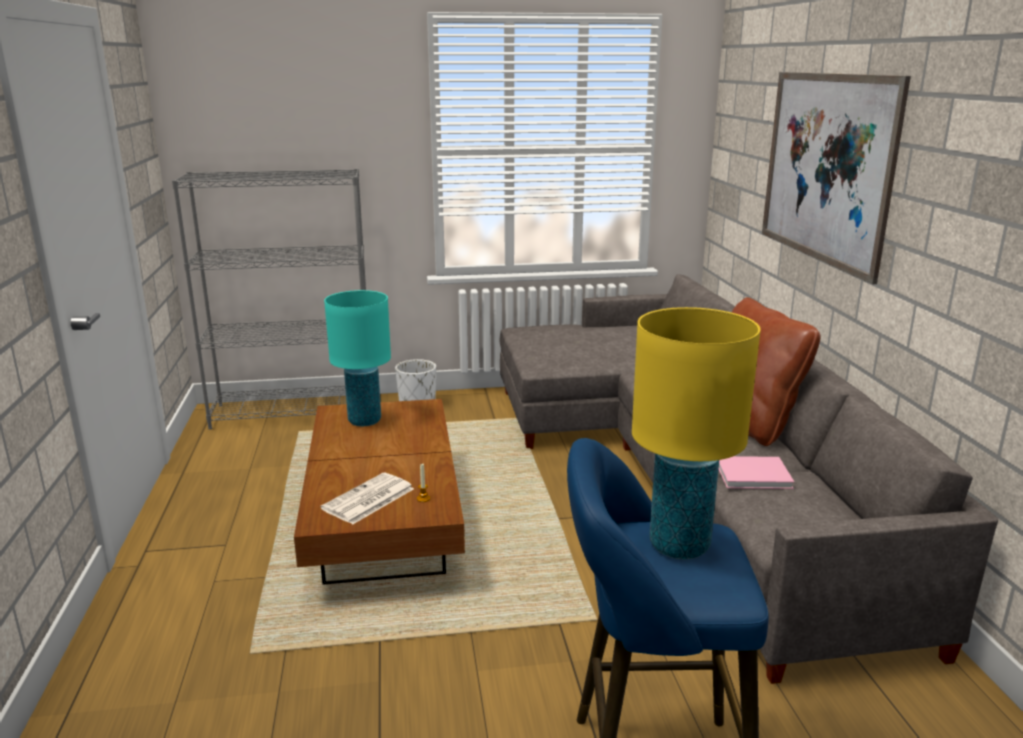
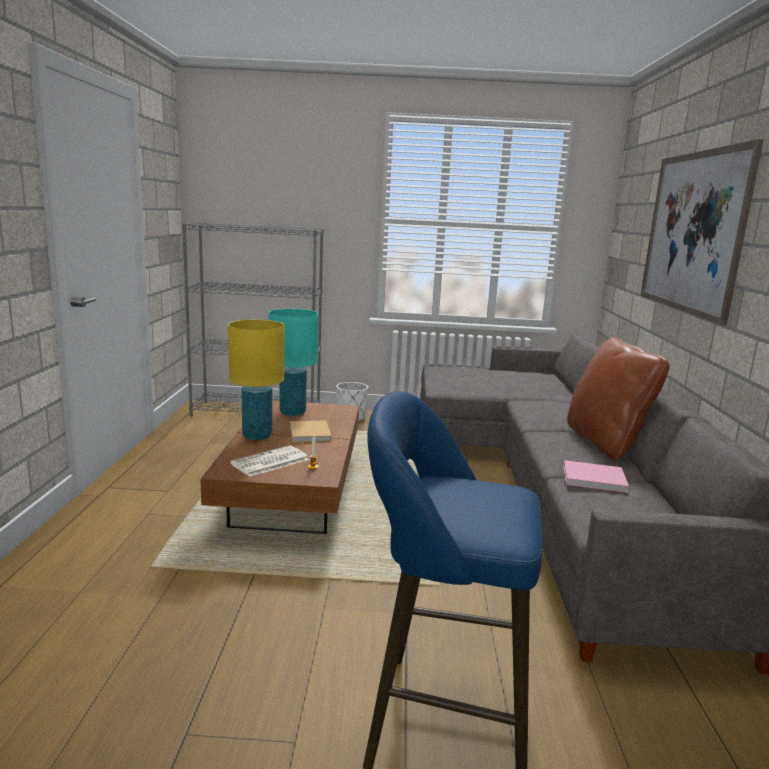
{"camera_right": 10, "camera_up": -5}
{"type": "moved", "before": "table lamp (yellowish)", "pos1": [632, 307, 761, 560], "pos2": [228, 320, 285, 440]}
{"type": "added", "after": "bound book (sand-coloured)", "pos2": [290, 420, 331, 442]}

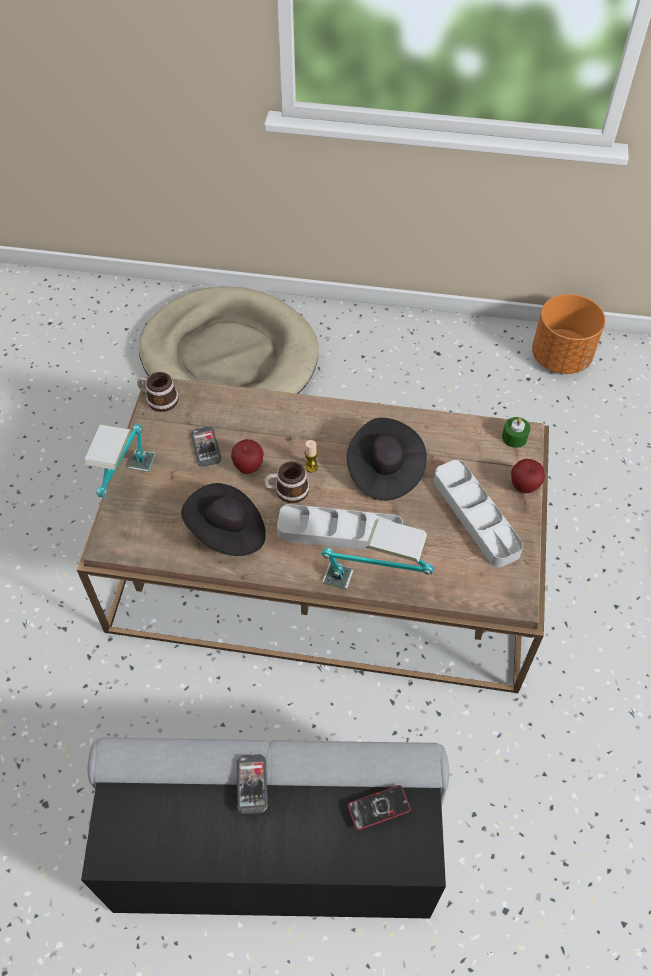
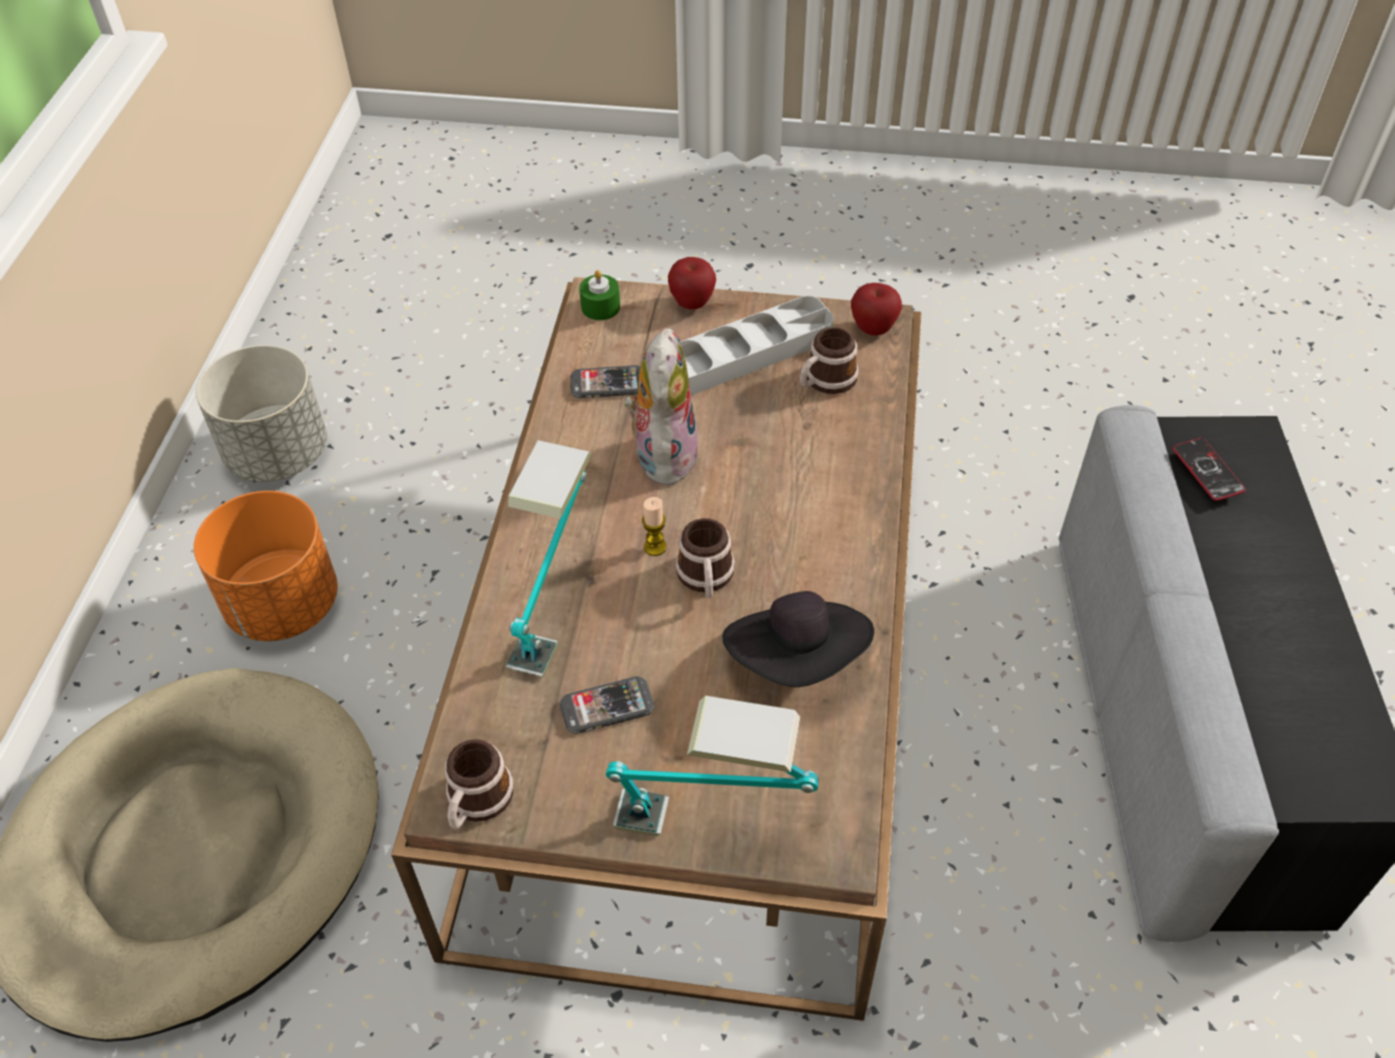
{"camera_right": -90, "camera_up": -5}
{"type": "moved", "before": "apple fruit", "pos1": [231, 439, 264, 474], "pos2": [851, 283, 902, 335]}
{"type": "moved", "before": "telephone", "pos1": [237, 754, 268, 814], "pos2": [570, 365, 641, 399]}
{"type": "removed", "before": "tray (gray)", "pos1": [277, 504, 403, 551]}
{"type": "moved", "before": "table lamp", "pos1": [322, 518, 434, 590], "pos2": [506, 440, 592, 677]}
{"type": "replaced", "before": "wearable hat (blackish)", "after": "plush toy", "pos1": [347, 418, 427, 501], "pos2": [624, 328, 699, 488]}
{"type": "moved", "before": "flower pot (orange-coloured)", "pos1": [532, 294, 605, 374], "pos2": [194, 491, 338, 641]}
{"type": "added", "after": "flower pot (gray)", "pos2": [196, 345, 327, 482]}
{"type": "added", "after": "coffee mug", "pos2": [800, 327, 858, 394]}

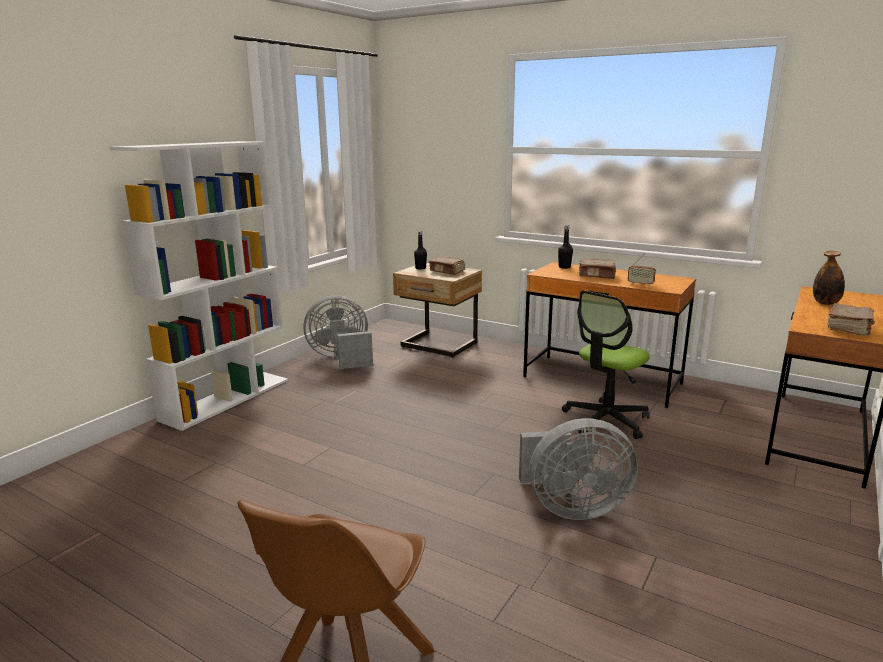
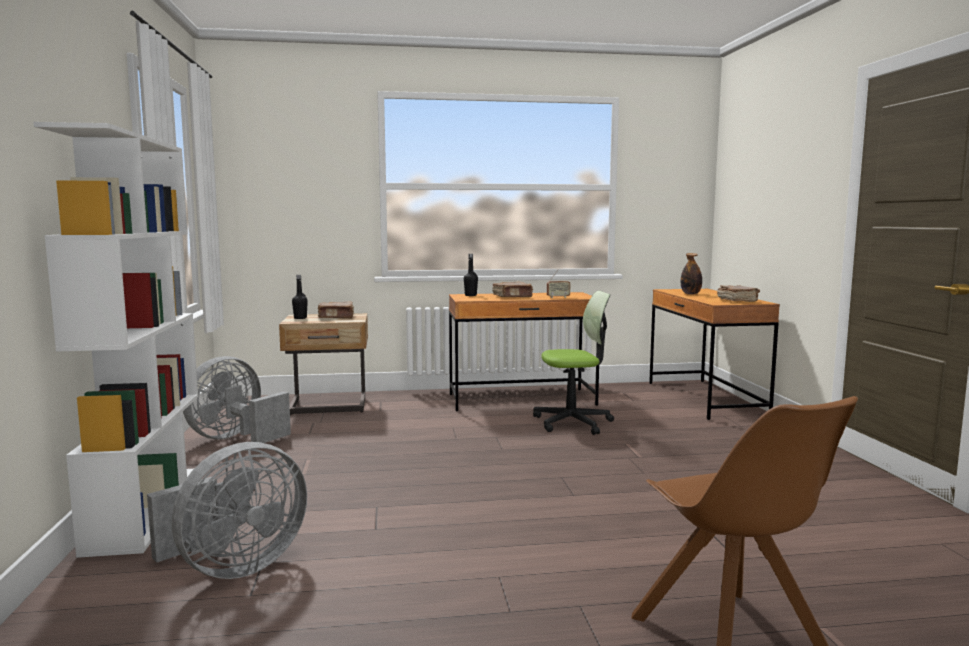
{"camera_right": -40, "camera_up": -10}
{"type": "moved", "before": "fan (gray)", "pos1": [519, 418, 638, 520], "pos2": [147, 442, 307, 579]}
{"type": "turned", "before": "computer chair", "pos1": [562, 290, 650, 439], "pos2": [533, 291, 614, 435], "turn": -105}

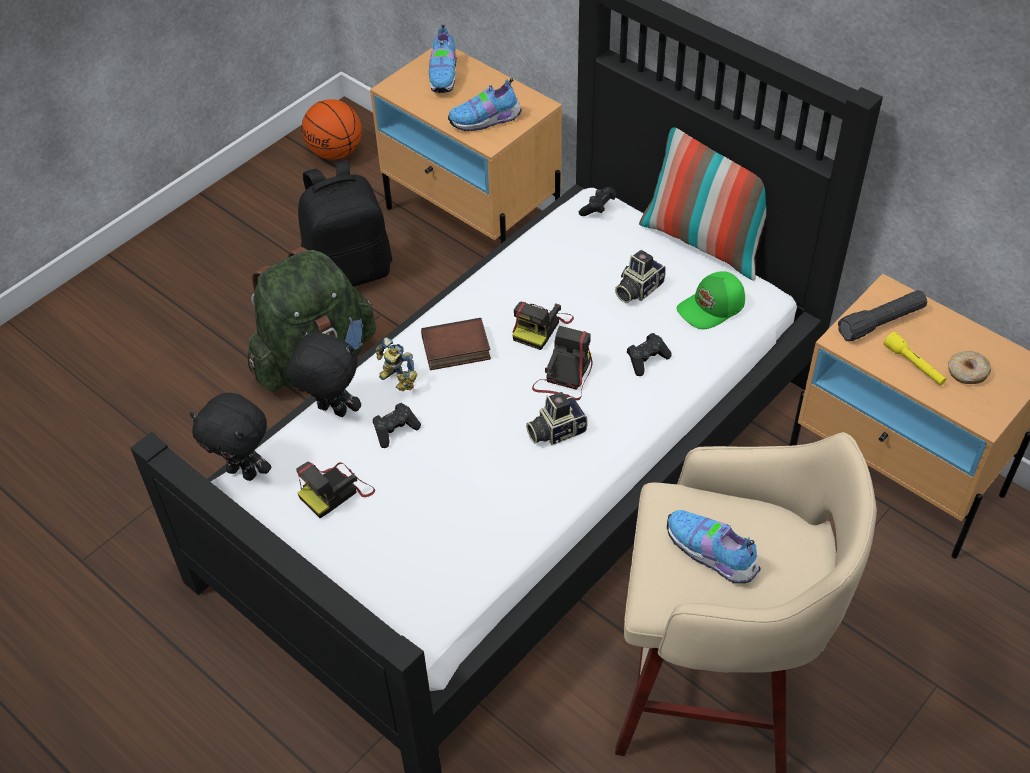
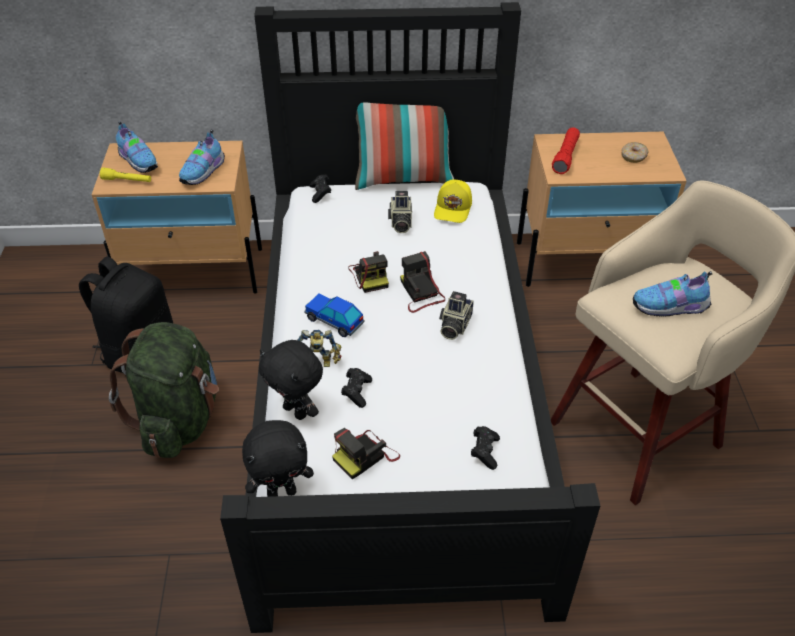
{"camera_right": -45, "camera_up": -5}
{"type": "turned", "before": "plush toy (blackish)", "pos1": [288, 330, 361, 417], "pos2": [259, 340, 323, 420], "turn": -120}
{"type": "turned", "before": "photo camera", "pos1": [296, 462, 375, 518], "pos2": [332, 428, 400, 480], "turn": 45}
{"type": "removed", "before": "basketball", "pos1": [302, 99, 362, 159]}
{"type": "replaced", "before": "bound book", "after": "miniature car", "pos1": [421, 318, 491, 370], "pos2": [304, 294, 365, 337]}
{"type": "moved", "before": "joypad (blackish)", "pos1": [627, 333, 672, 376], "pos2": [471, 426, 500, 470]}
{"type": "recoloured", "before": "baseball cap (greenish)", "after": "baseball cap (yellowish)", "pos1": [676, 271, 745, 329], "pos2": [434, 180, 472, 223]}
{"type": "recoloured", "before": "torch (blackish)", "after": "torch (red)", "pos1": [838, 290, 927, 341], "pos2": [552, 127, 580, 174]}
{"type": "moved", "before": "torch (yellowish)", "pos1": [884, 332, 946, 386], "pos2": [100, 168, 151, 182]}

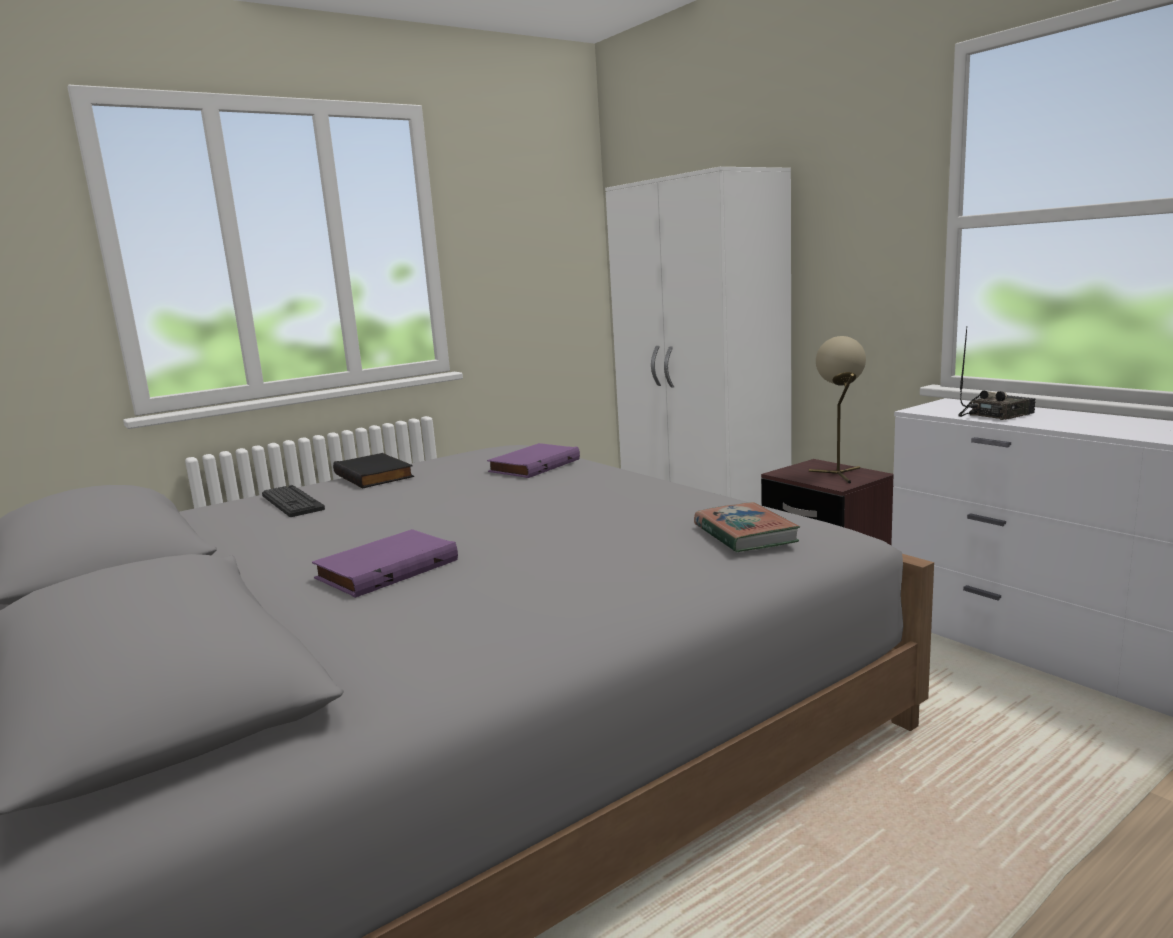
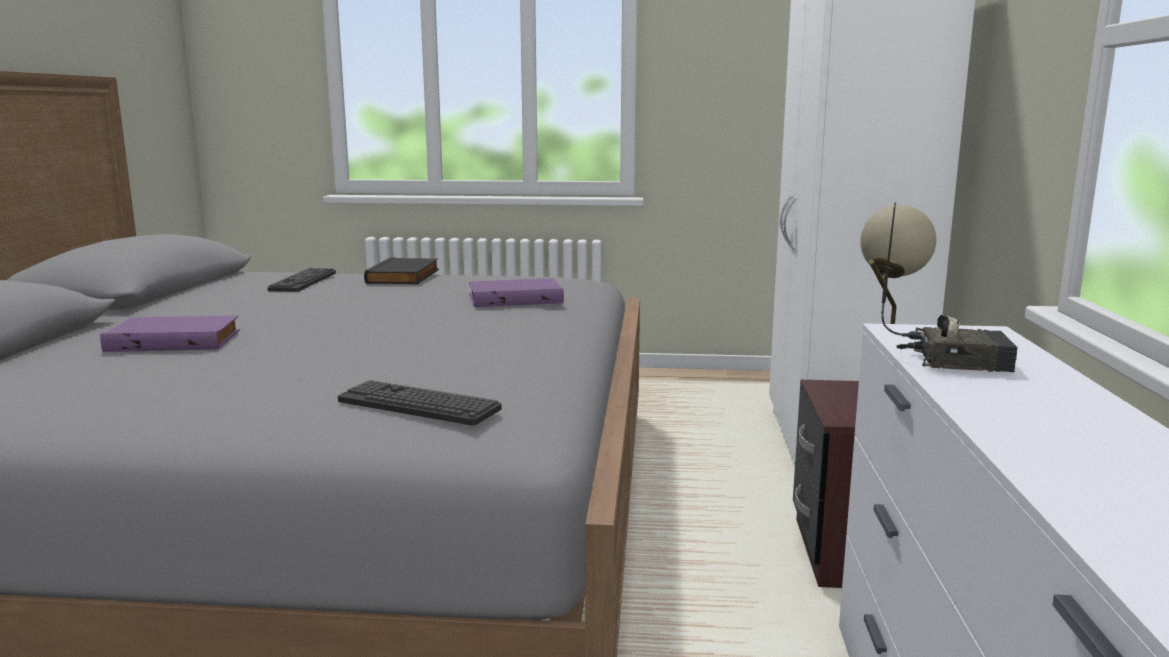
{"camera_right": 40, "camera_up": 0}
{"type": "replaced", "before": "bound book", "after": "keyboard", "pos1": [694, 502, 800, 553], "pos2": [338, 380, 501, 426]}

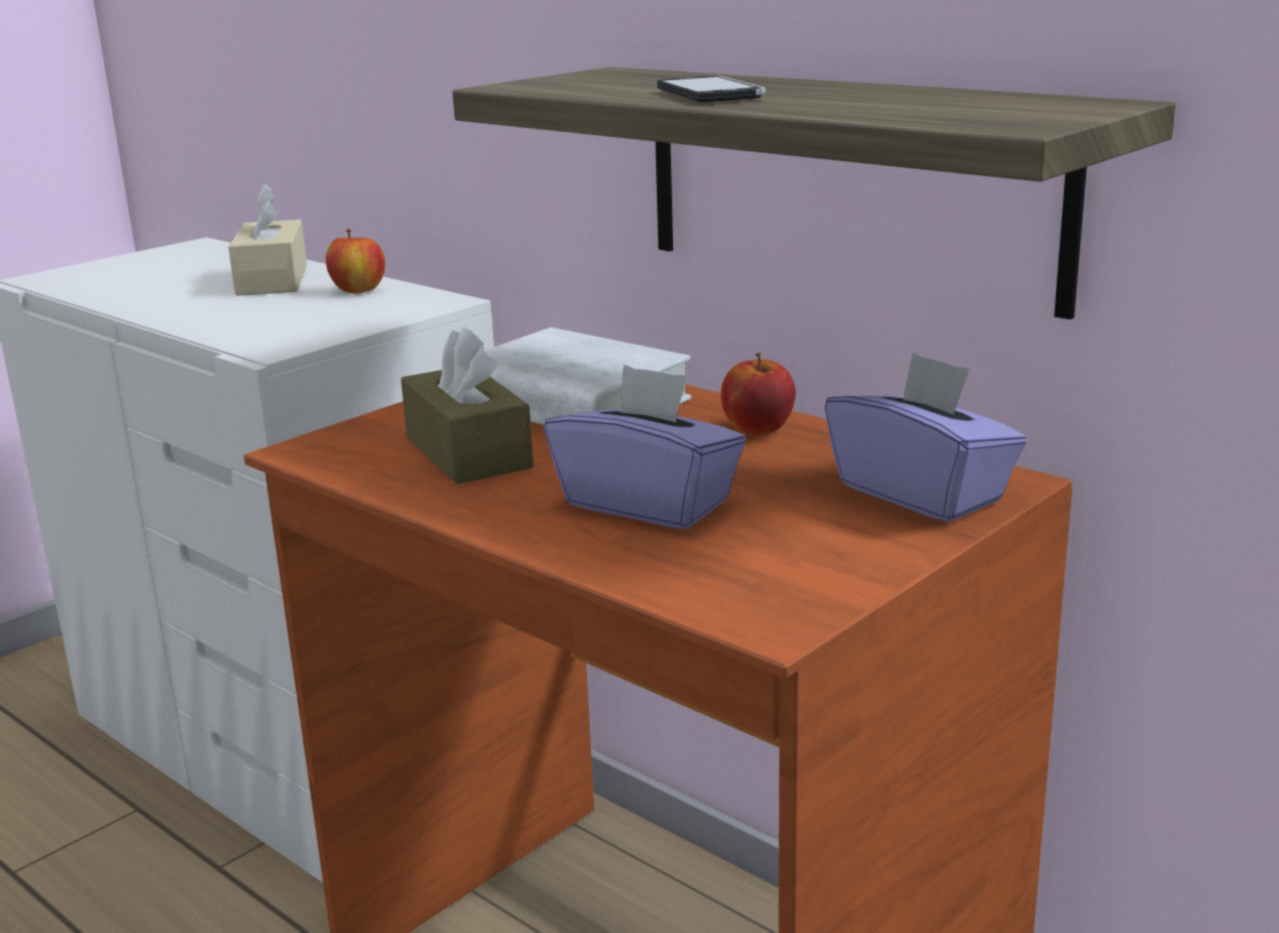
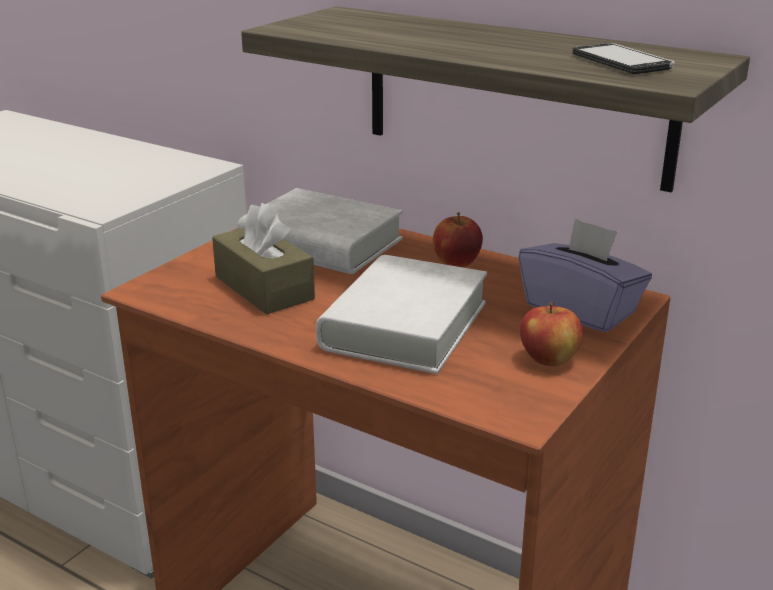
{"camera_right": -10, "camera_up": 5}
{"type": "removed", "before": "box of tissues (sand-coloured)", "pos1": [228, 184, 307, 296]}
{"type": "moved", "before": "apple fruit", "pos1": [326, 229, 385, 293], "pos2": [520, 302, 583, 366]}
{"type": "replaced", "before": "box of tissues (purple)", "after": "bound book (whitish)", "pos1": [544, 364, 746, 529], "pos2": [316, 255, 487, 374]}
{"type": "moved", "before": "telephone", "pos1": [657, 76, 765, 102], "pos2": [573, 43, 675, 74]}

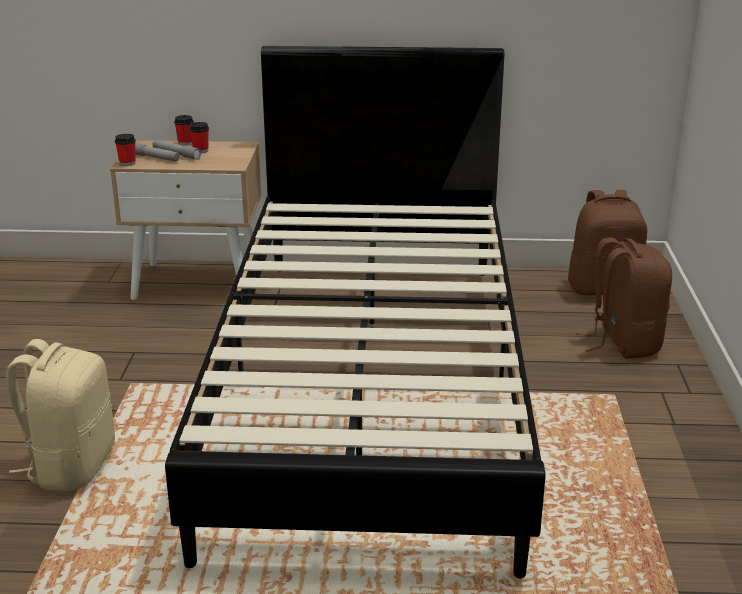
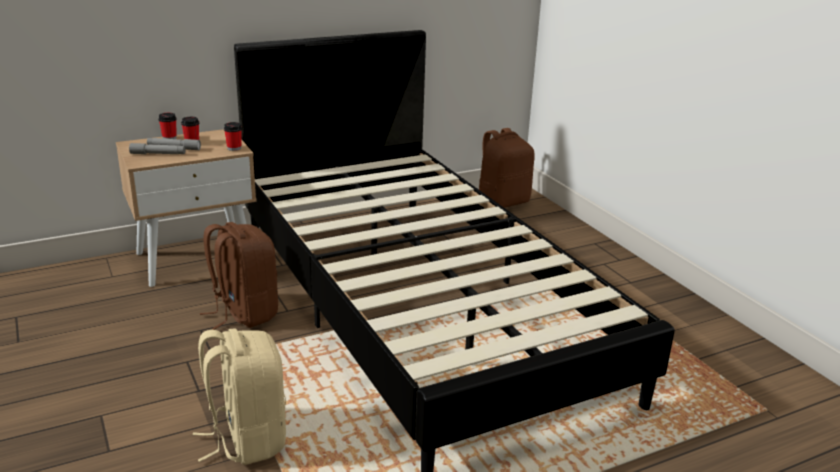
{"camera_right": -30, "camera_up": 0}
{"type": "moved", "before": "drinking cup", "pos1": [115, 134, 136, 166], "pos2": [224, 122, 242, 151]}
{"type": "moved", "before": "backpack (brown)", "pos1": [576, 237, 672, 359], "pos2": [200, 222, 278, 330]}

